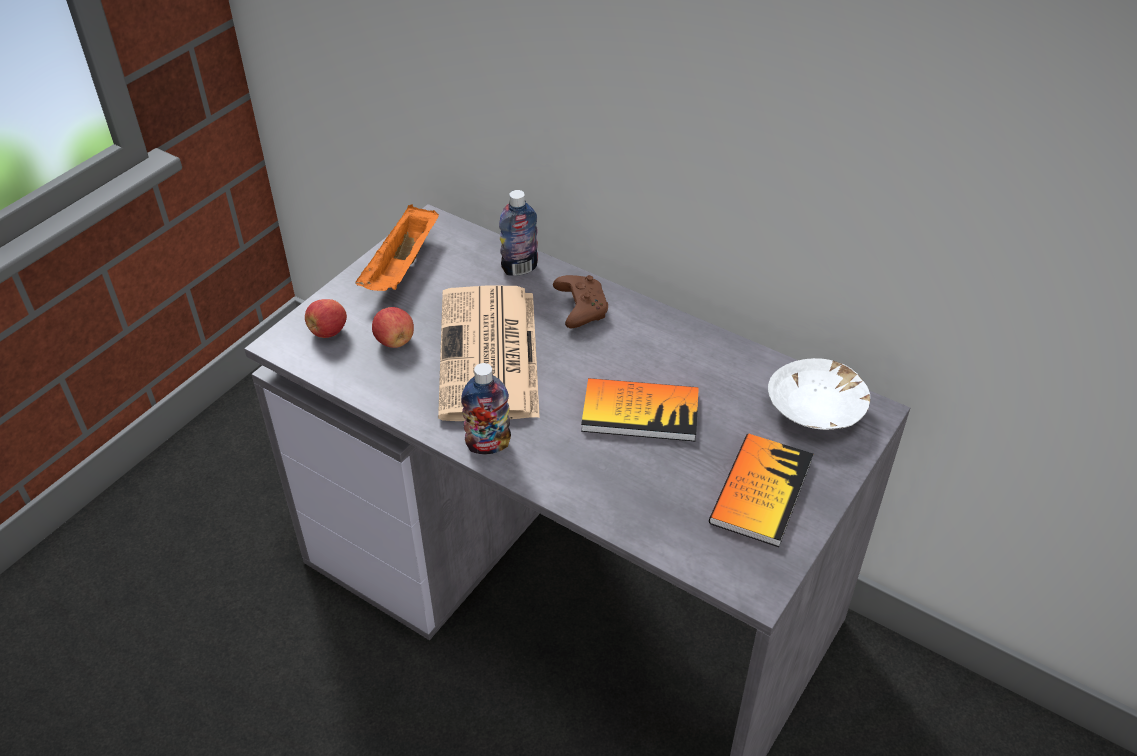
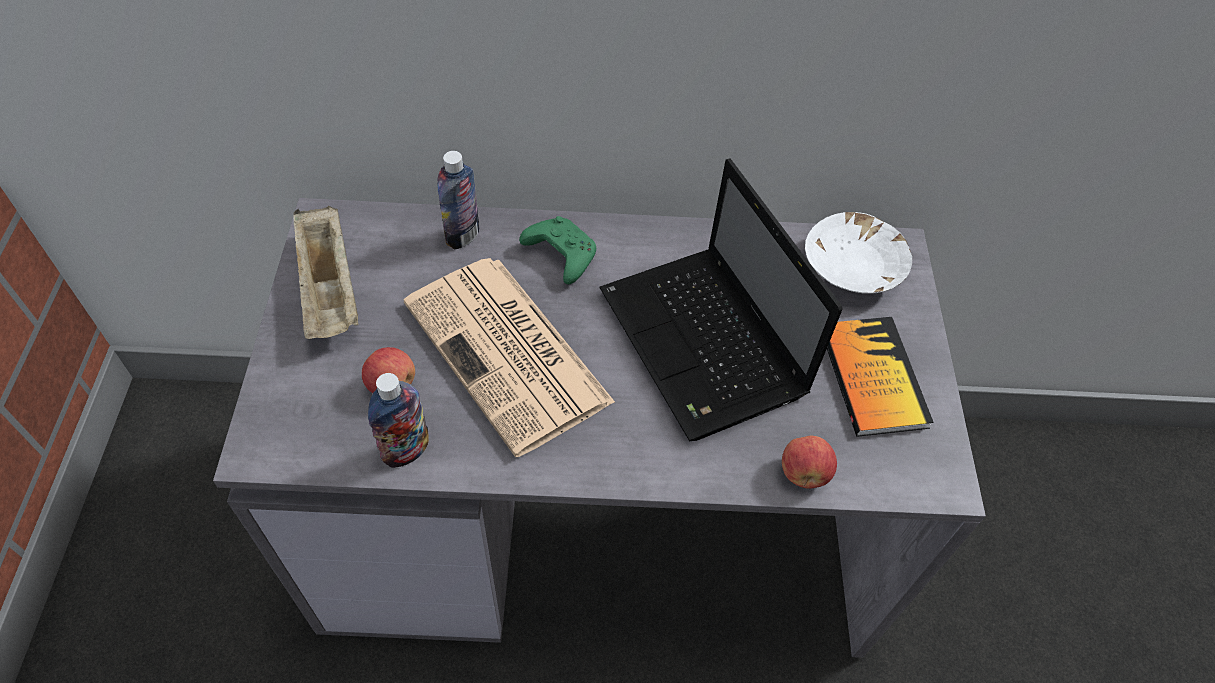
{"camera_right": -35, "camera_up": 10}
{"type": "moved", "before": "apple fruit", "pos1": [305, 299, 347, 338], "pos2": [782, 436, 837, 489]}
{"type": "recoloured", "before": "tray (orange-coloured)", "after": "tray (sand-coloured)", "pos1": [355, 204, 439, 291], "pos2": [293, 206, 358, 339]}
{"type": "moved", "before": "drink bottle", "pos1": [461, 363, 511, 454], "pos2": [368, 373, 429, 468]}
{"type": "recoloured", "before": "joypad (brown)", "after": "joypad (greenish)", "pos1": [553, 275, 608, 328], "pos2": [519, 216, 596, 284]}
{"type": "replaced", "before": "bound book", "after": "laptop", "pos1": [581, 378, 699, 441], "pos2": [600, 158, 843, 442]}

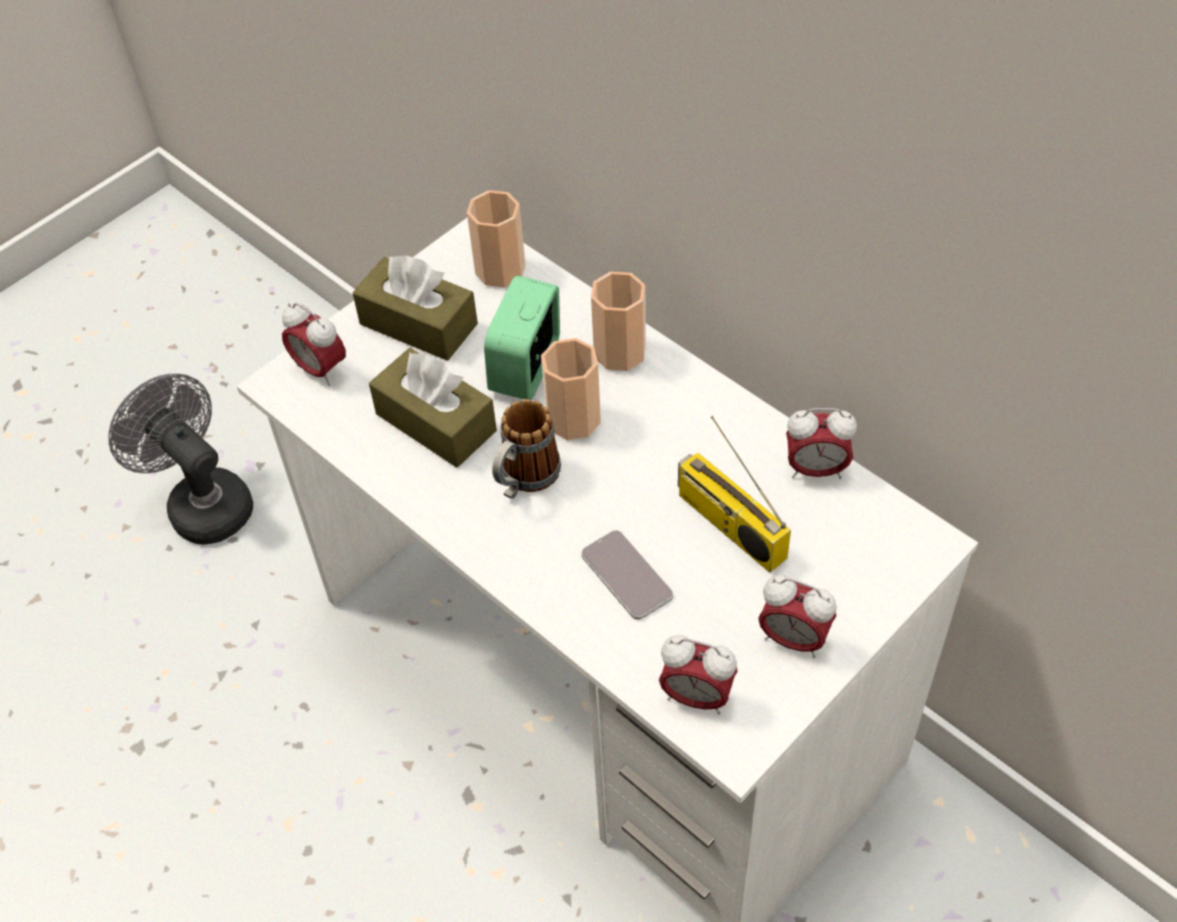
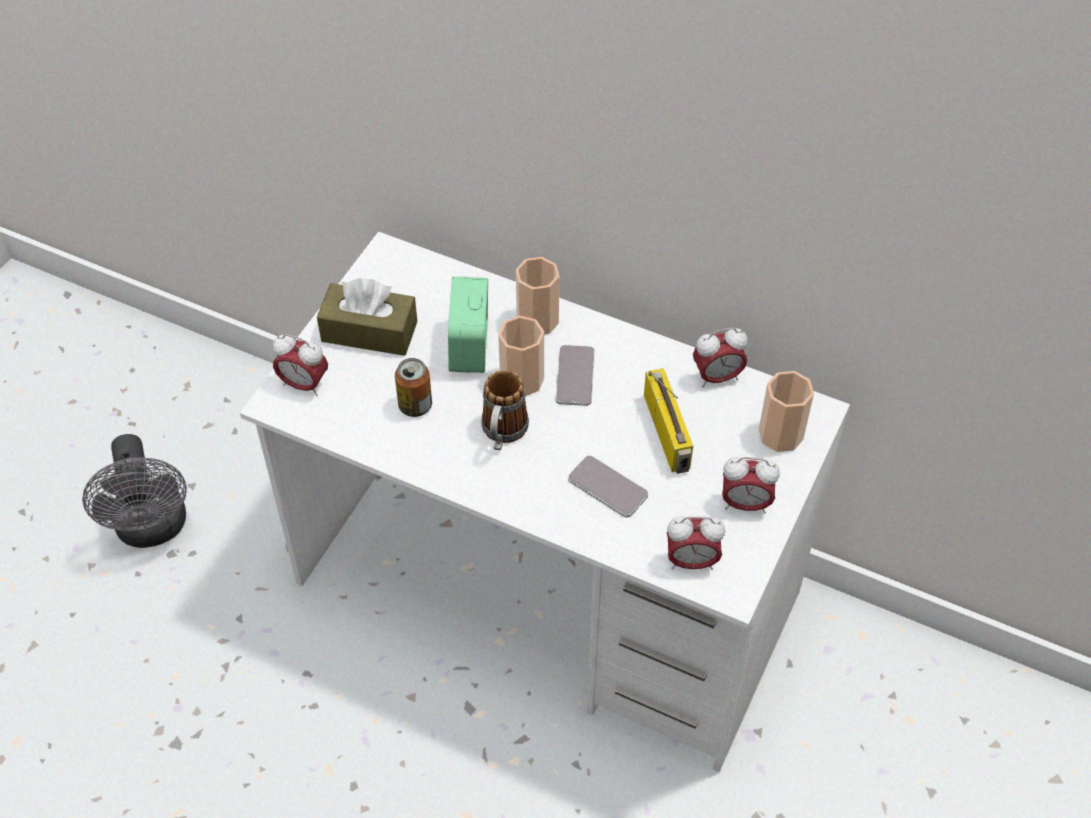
{"camera_right": -20, "camera_up": 0}
{"type": "turned", "before": "fan (gray)", "pos1": [108, 374, 253, 545], "pos2": [82, 434, 187, 548], "turn": -135}
{"type": "replaced", "before": "box of tissues (brown)", "after": "can", "pos1": [369, 348, 497, 467], "pos2": [395, 358, 432, 417]}
{"type": "moved", "before": "drinking cup", "pos1": [467, 190, 526, 287], "pos2": [759, 371, 814, 452]}
{"type": "turned", "before": "radio set", "pos1": [678, 416, 791, 573], "pos2": [644, 368, 693, 474], "turn": -135}
{"type": "added", "after": "telephone", "pos2": [556, 345, 595, 406]}

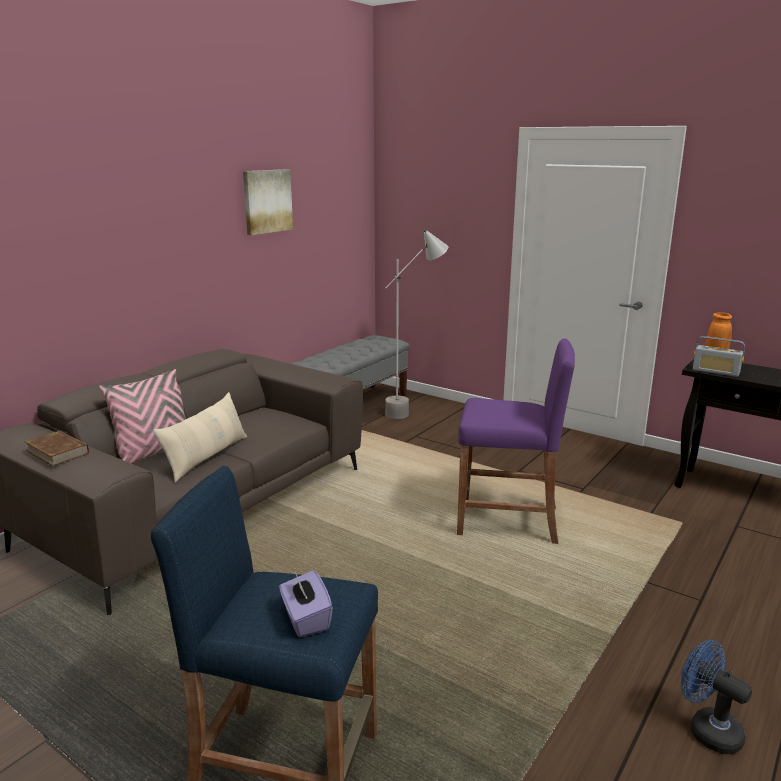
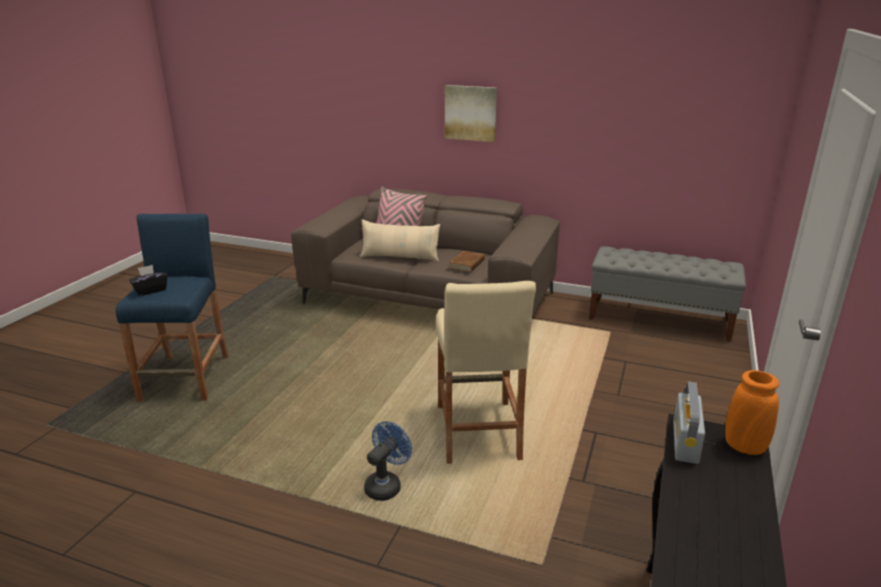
{"camera_right": 75, "camera_up": 5}
{"type": "moved", "before": "bound book (brown)", "pos1": [25, 431, 89, 466], "pos2": [449, 251, 485, 272]}
{"type": "moved", "before": "wall art", "pos1": [243, 169, 293, 235], "pos2": [445, 85, 497, 142]}
{"type": "recoloured", "before": "box of tissues (purple)", "after": "box of tissues (blackish)", "pos1": [279, 570, 333, 637], "pos2": [129, 265, 167, 296]}
{"type": "removed", "before": "standing lamp (gray)", "pos1": [385, 229, 448, 419]}
{"type": "recoloured", "before": "sitting stool (purple)", "after": "sitting stool (sand-coloured)", "pos1": [457, 338, 575, 544], "pos2": [436, 281, 536, 464]}
{"type": "moved", "before": "fan (blue)", "pos1": [681, 640, 752, 754], "pos2": [364, 421, 412, 501]}

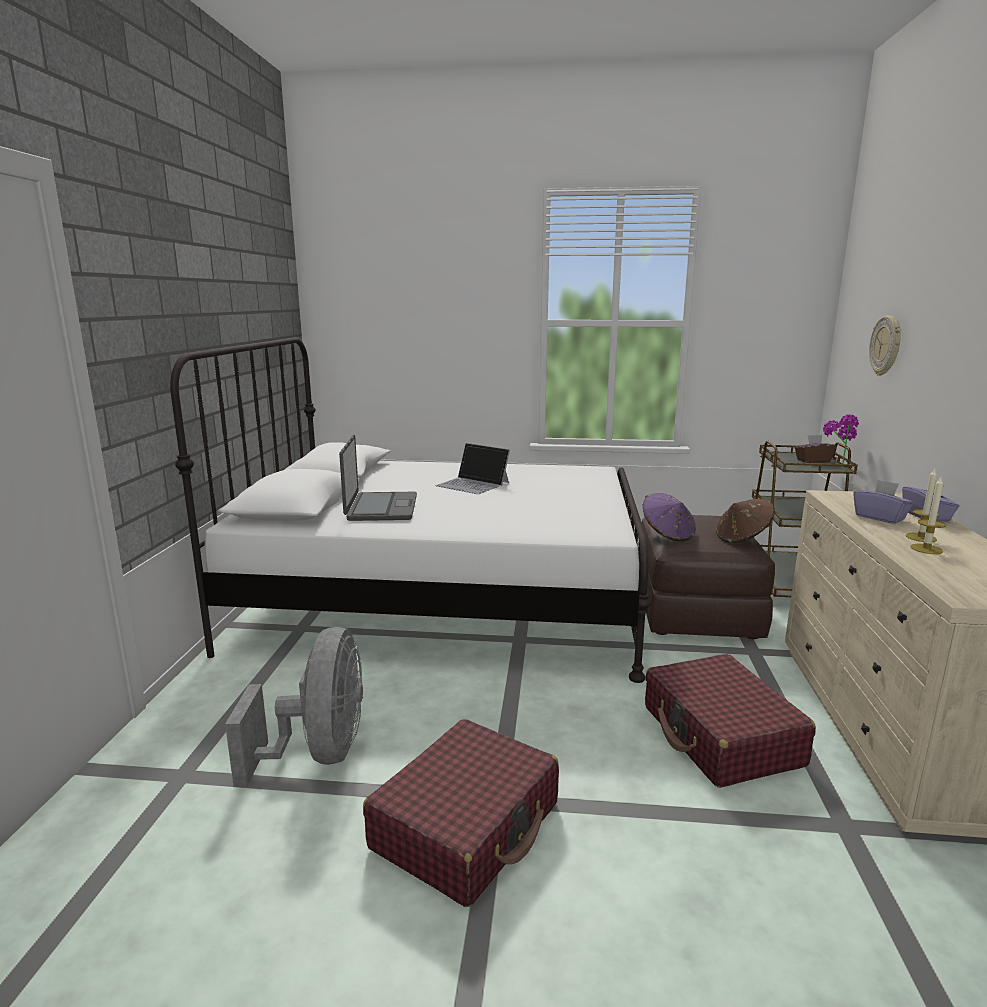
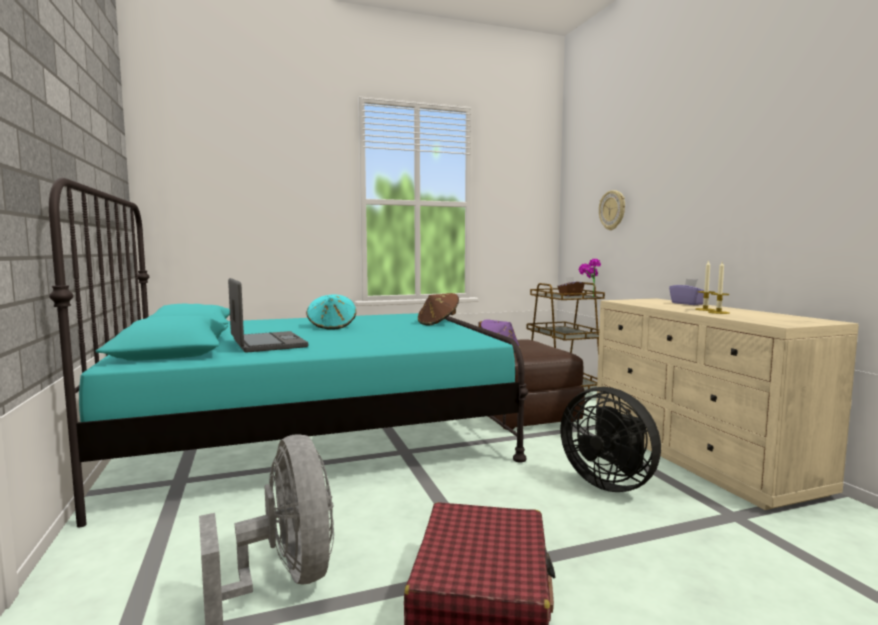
{"camera_right": -25, "camera_up": -10}
{"type": "recoloured", "before": "sleeping bed (whitish)", "after": "sleeping bed (turquoise-coloured)", "pos1": [170, 338, 651, 683], "pos2": [49, 178, 528, 527]}
{"type": "replaced", "before": "laptop", "after": "wearable hat (turquoise-coloured)", "pos1": [435, 443, 510, 494], "pos2": [306, 294, 356, 330]}
{"type": "replaced", "before": "piece of luggage (red)", "after": "fan (blackish)", "pos1": [645, 654, 816, 788], "pos2": [560, 387, 661, 492]}
{"type": "moved", "before": "wearable hat (brown)", "pos1": [716, 499, 775, 543], "pos2": [418, 293, 459, 326]}
{"type": "removed", "before": "box of tissues (purple)", "pos1": [853, 480, 913, 524]}

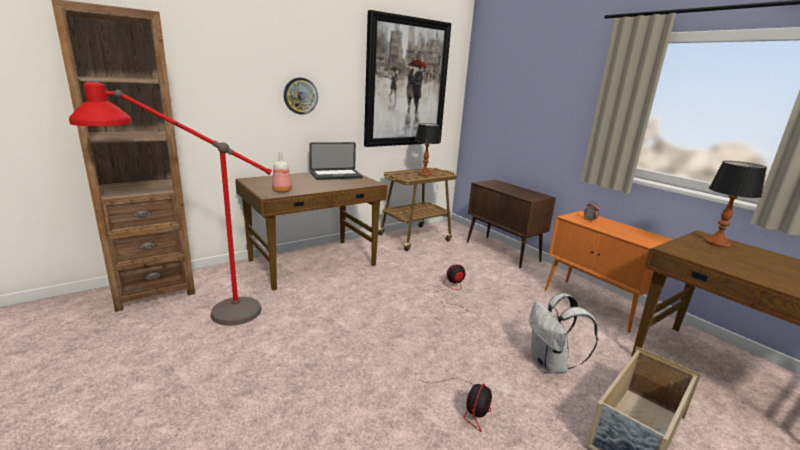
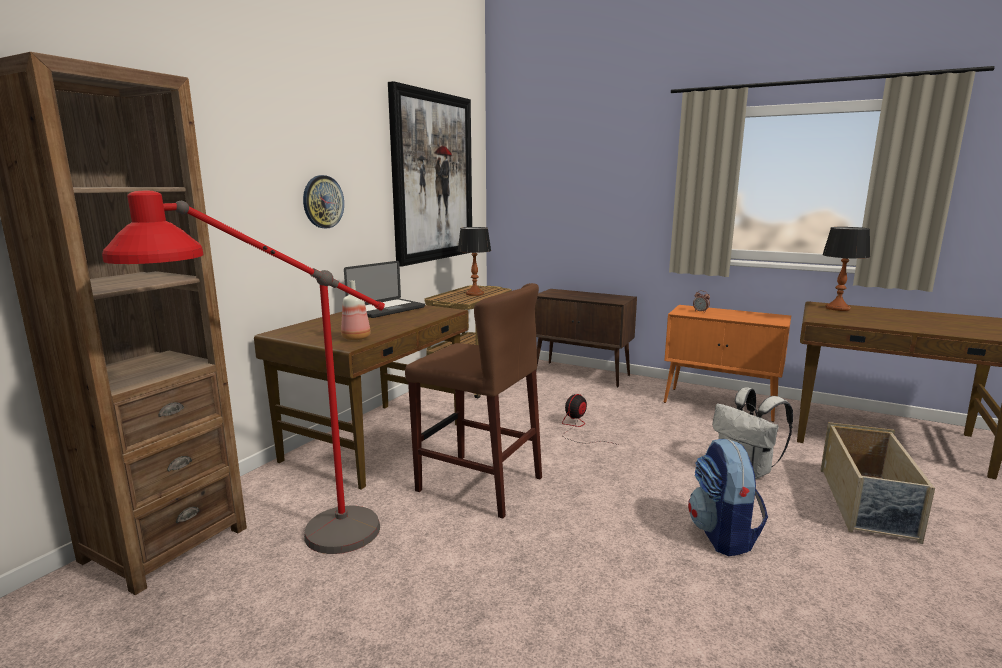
{"camera_right": -25, "camera_up": -5}
{"type": "replaced", "before": "fan", "after": "backpack", "pos1": [418, 379, 492, 432], "pos2": [688, 438, 768, 556]}
{"type": "added", "after": "sitting stool (brown)", "pos2": [405, 283, 542, 519]}

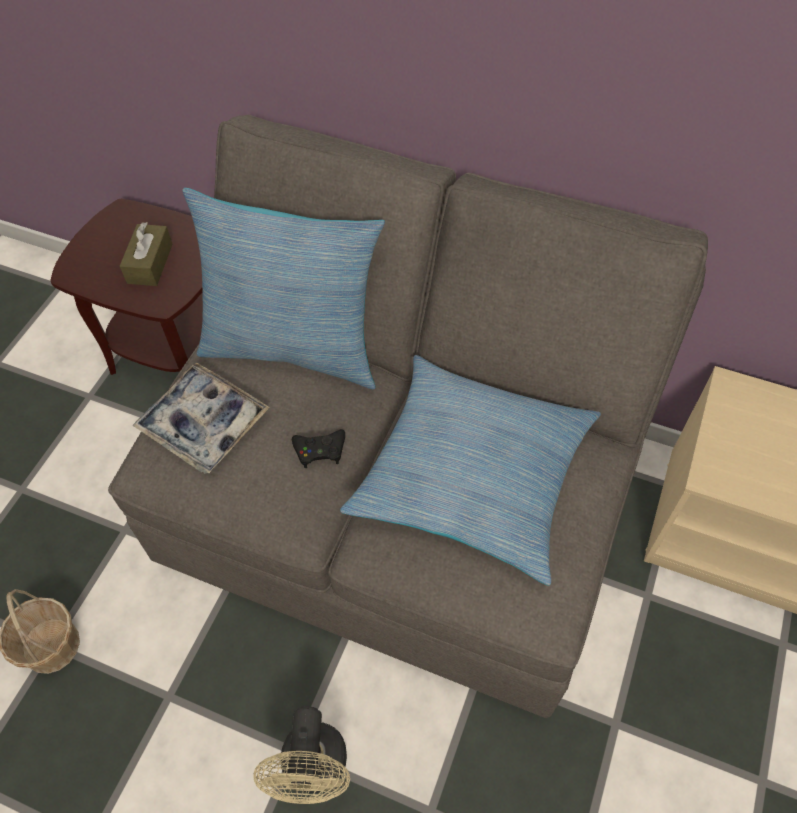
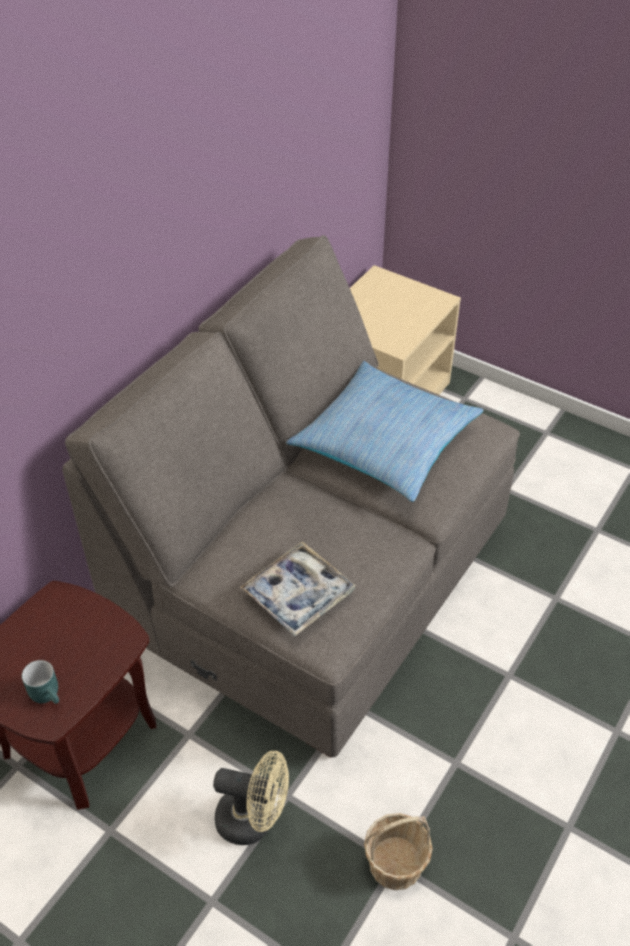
{"camera_right": -80, "camera_up": -10}
{"type": "removed", "before": "box of tissues (brown)", "pos1": [120, 222, 173, 286]}
{"type": "removed", "before": "pillow", "pos1": [182, 188, 385, 389]}
{"type": "moved", "before": "fan (sand-coloured)", "pos1": [253, 706, 350, 804], "pos2": [213, 751, 289, 845]}
{"type": "removed", "before": "joypad (blackish)", "pos1": [292, 429, 345, 468]}
{"type": "added", "after": "coffee mug (turquoise-coloured)", "pos2": [22, 660, 59, 704]}

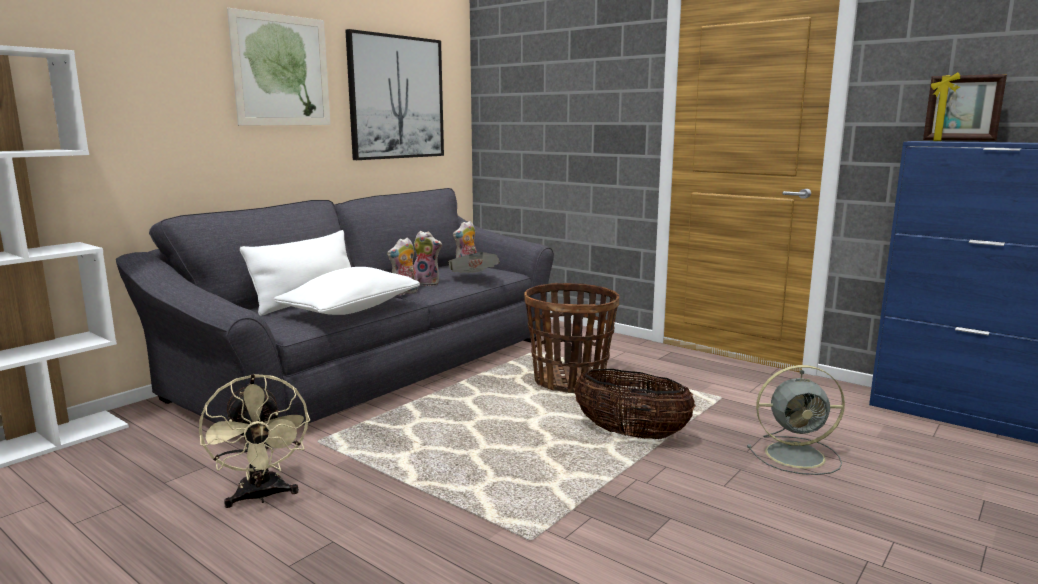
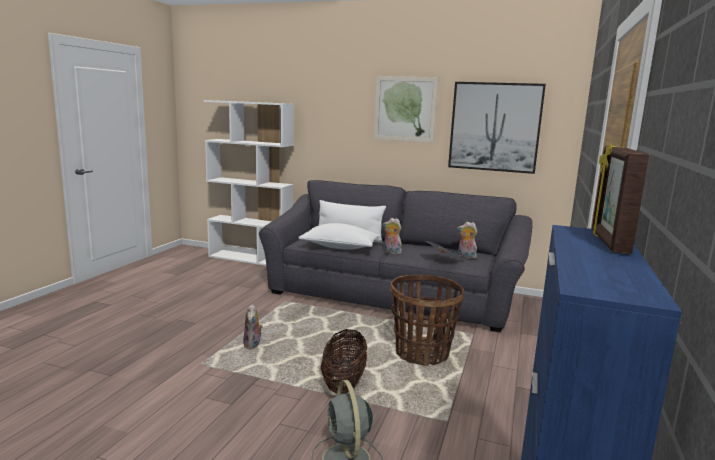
{"camera_right": 70, "camera_up": 0}
{"type": "removed", "before": "fan (sand-coloured)", "pos1": [199, 374, 310, 508]}
{"type": "moved", "before": "plush toy", "pos1": [414, 231, 442, 286], "pos2": [243, 304, 263, 349]}

